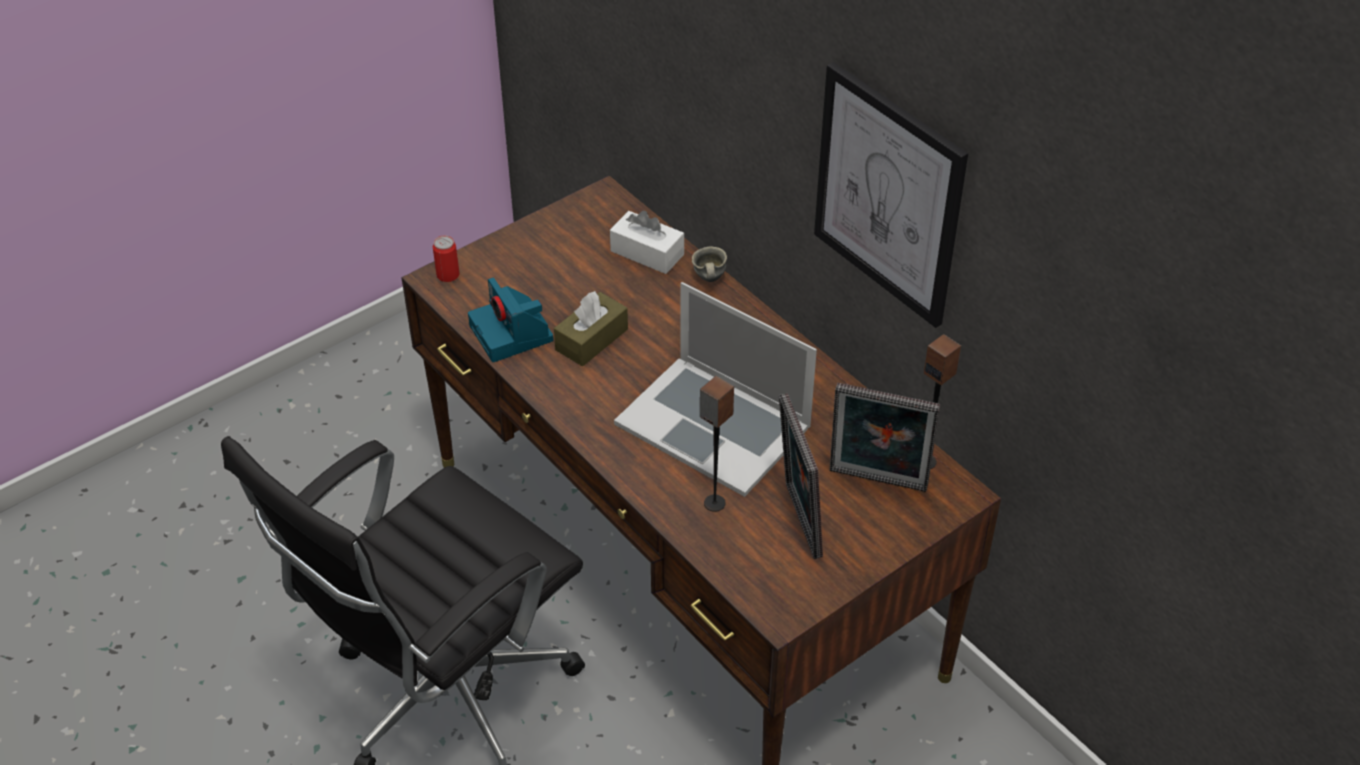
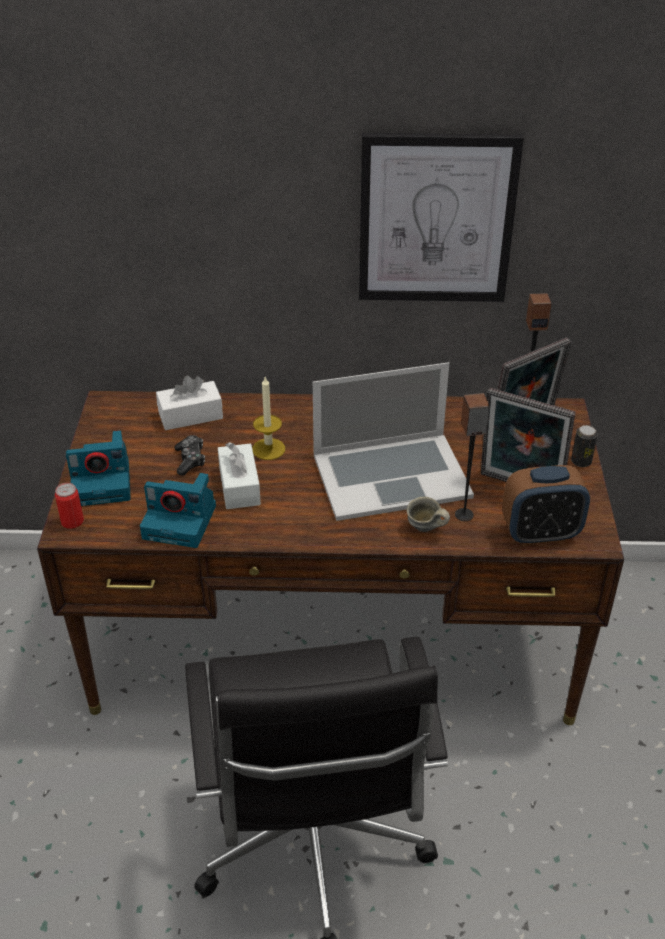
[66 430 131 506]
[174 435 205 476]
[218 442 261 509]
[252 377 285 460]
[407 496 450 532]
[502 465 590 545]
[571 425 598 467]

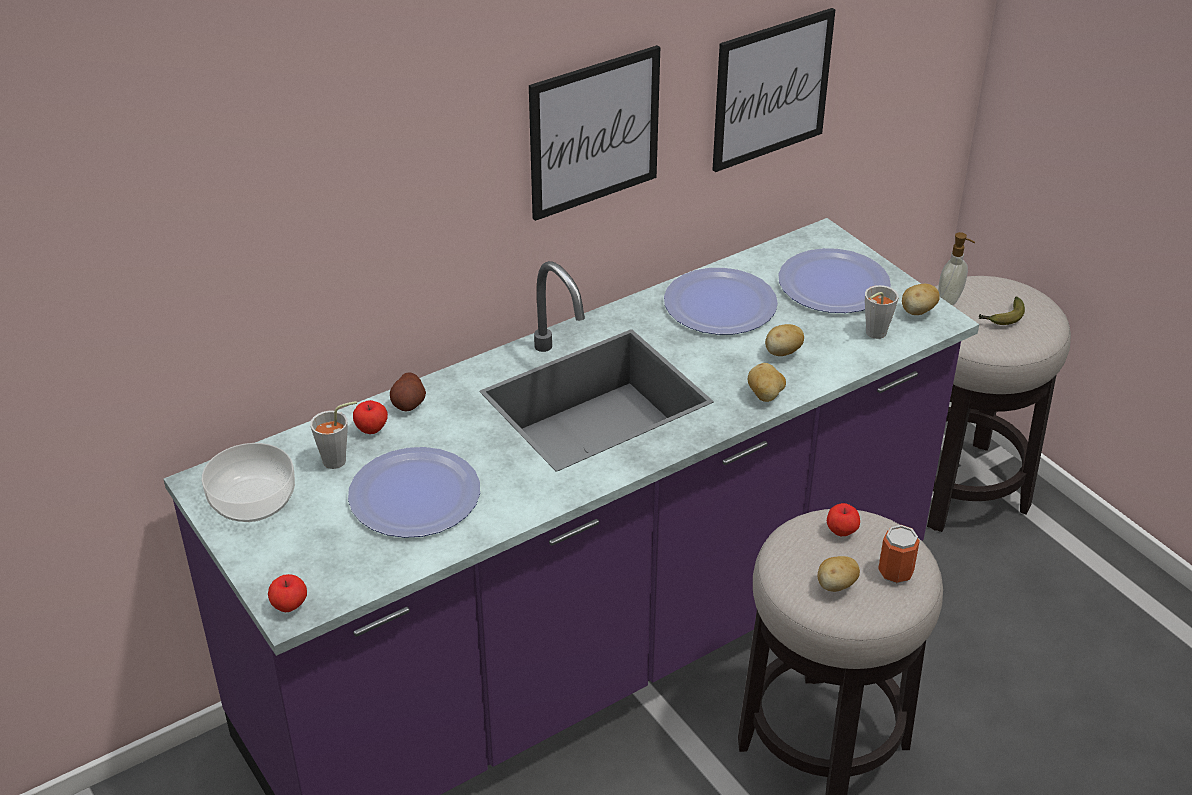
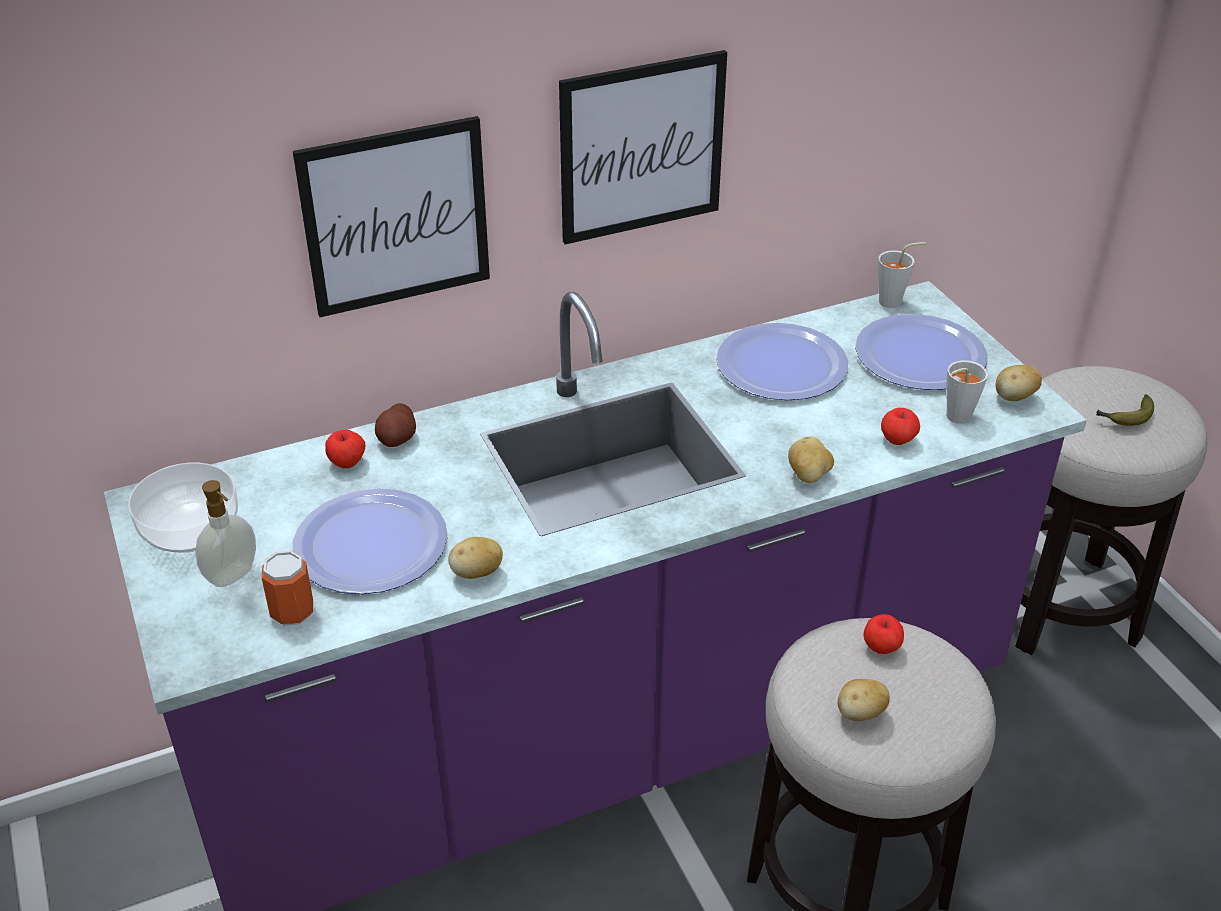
[195 480 256 587]
[262 550 313 626]
[293 116 490 317]
[448 537 503 579]
[878 242 926 308]
[881 408 920 445]

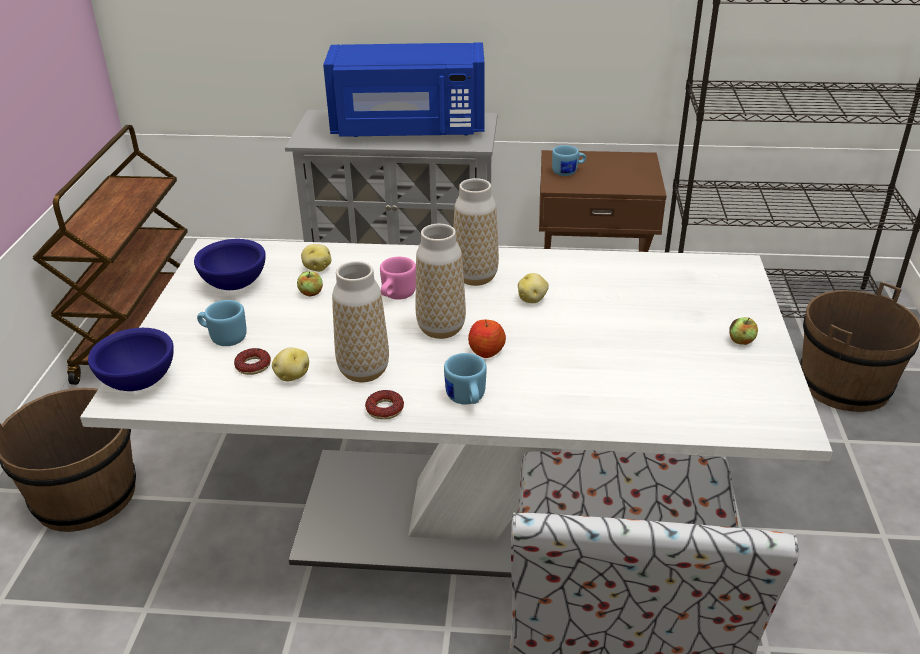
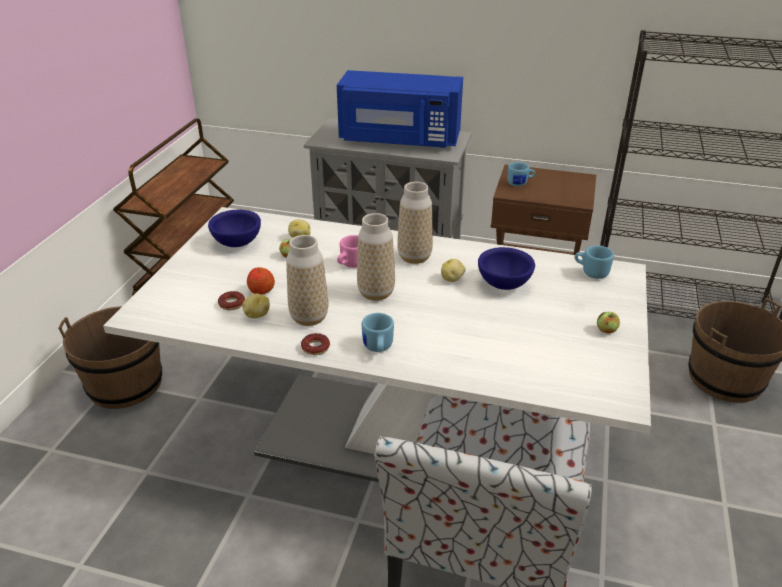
[247 267 275 295]
[478 247 535 290]
[575 245 614 279]

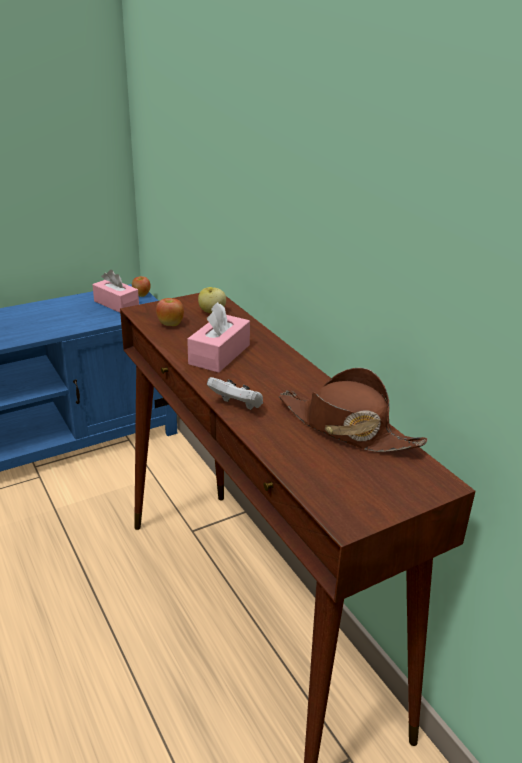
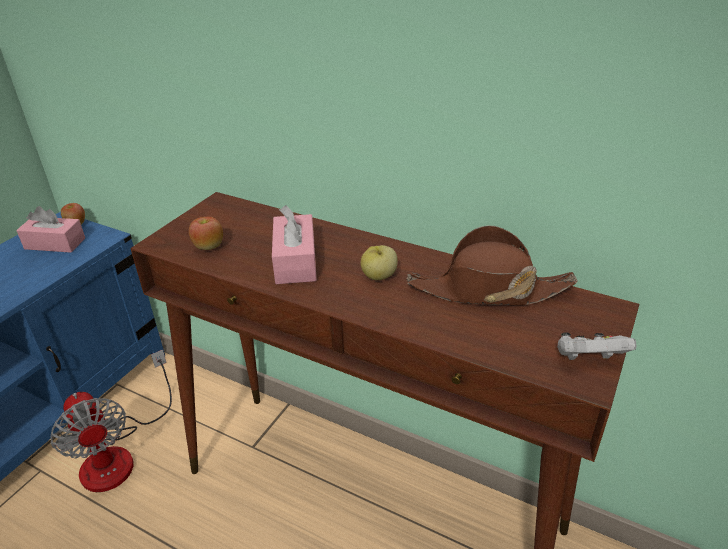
[51 350 172 492]
[360 245 398 280]
[557 333 636 360]

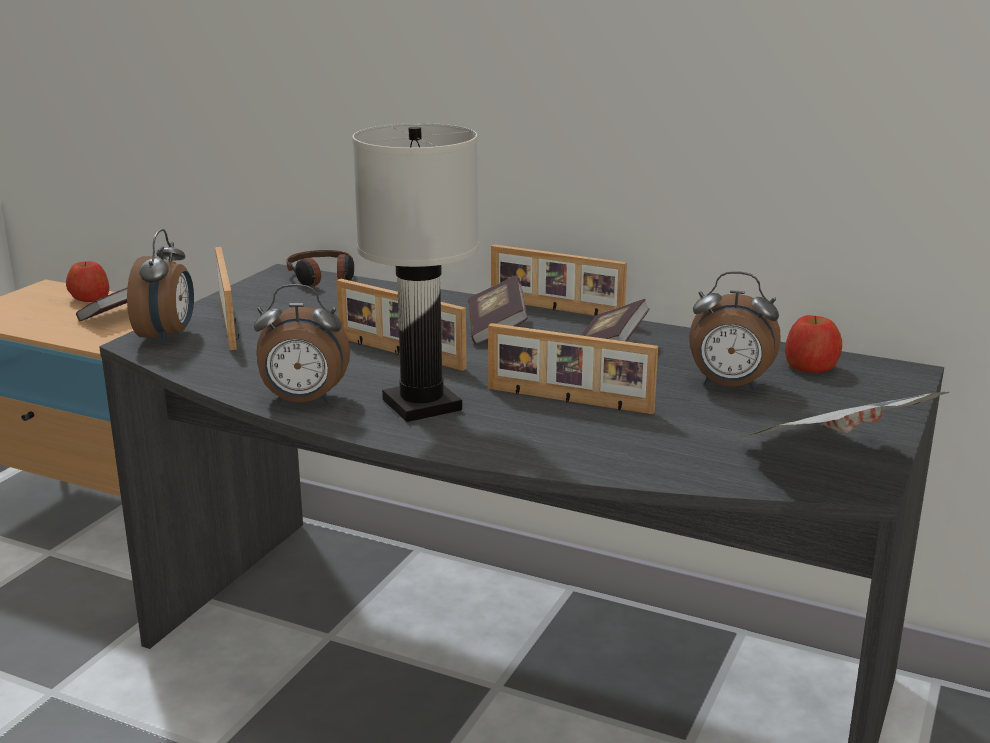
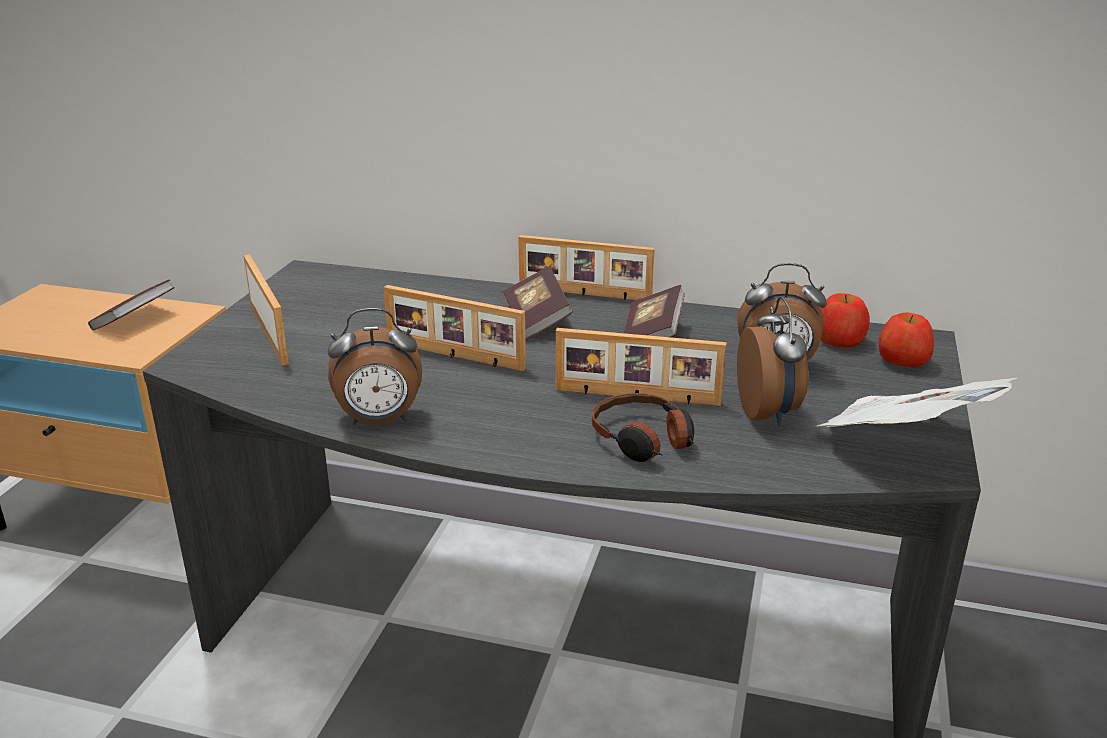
[592 393 694 462]
[737 296 808 425]
[879 312 934 367]
[352 123 479 422] (first image)

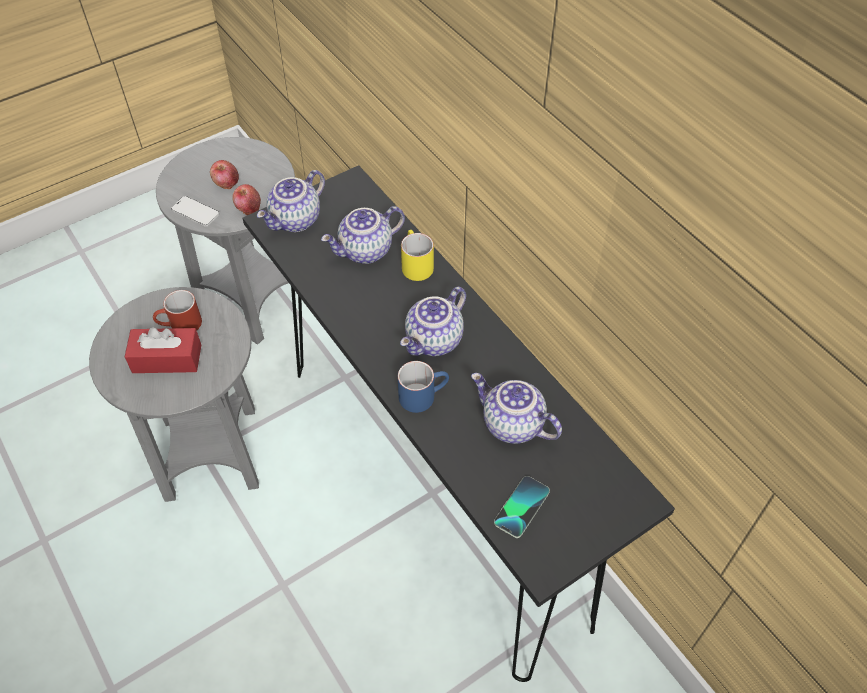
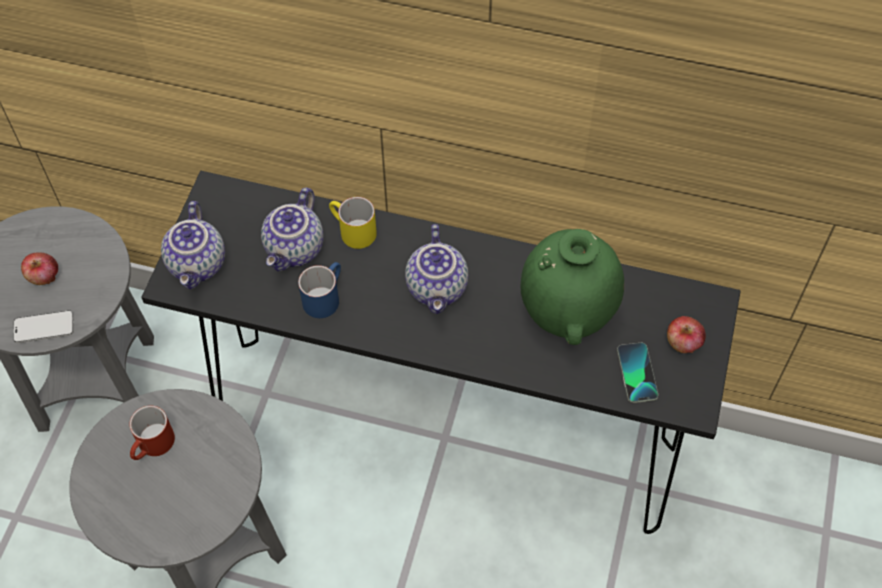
[298 262 341 318]
[521 229 624 345]
[667 316 706 353]
[124 327 201 373] (first image)

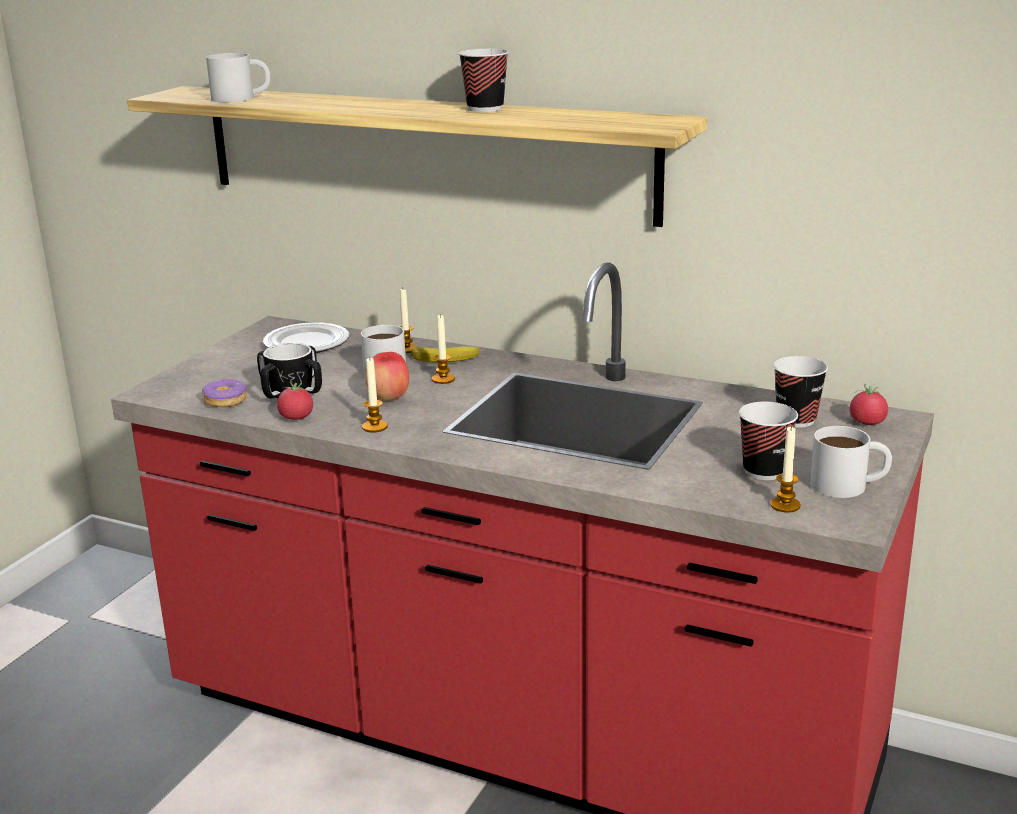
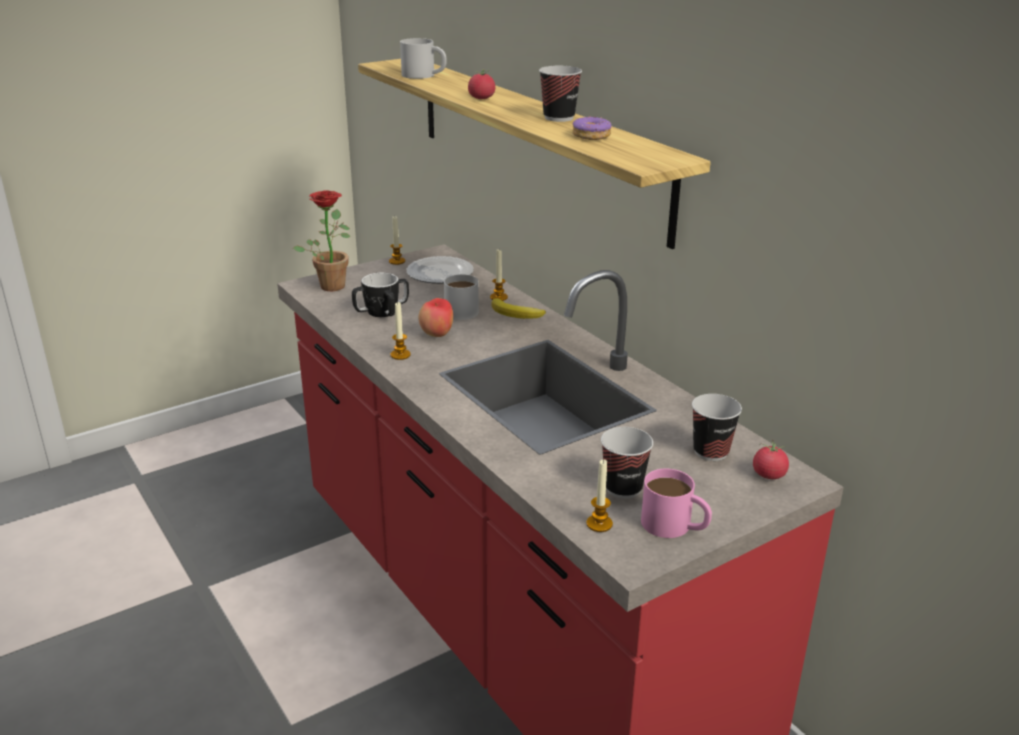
[293 190 351 291]
[389 216 405 265]
[468 68 495 99]
[572 116 611 140]
[641 469 712 538]

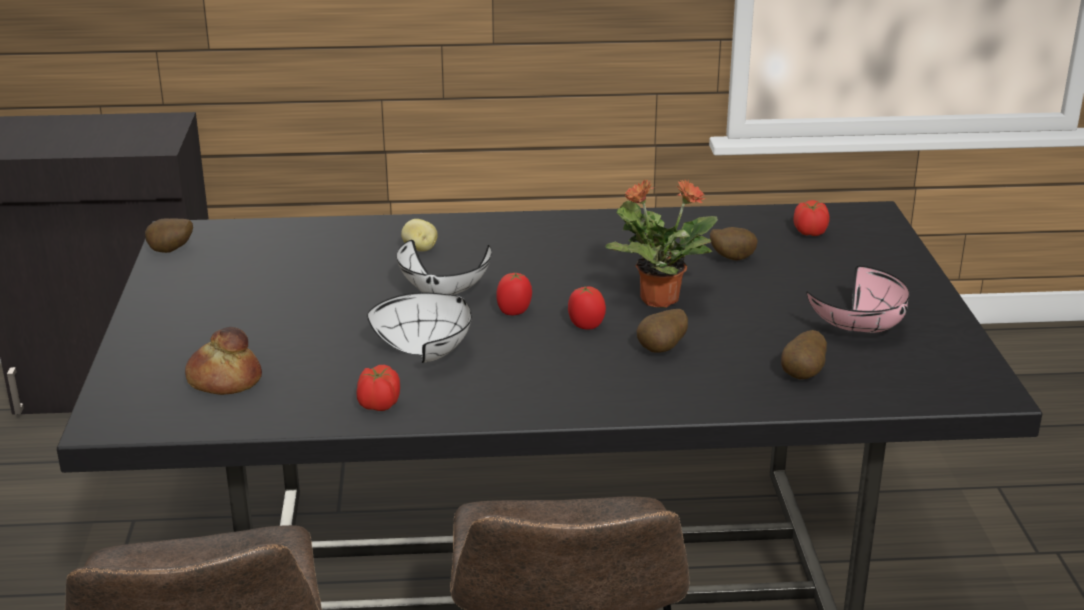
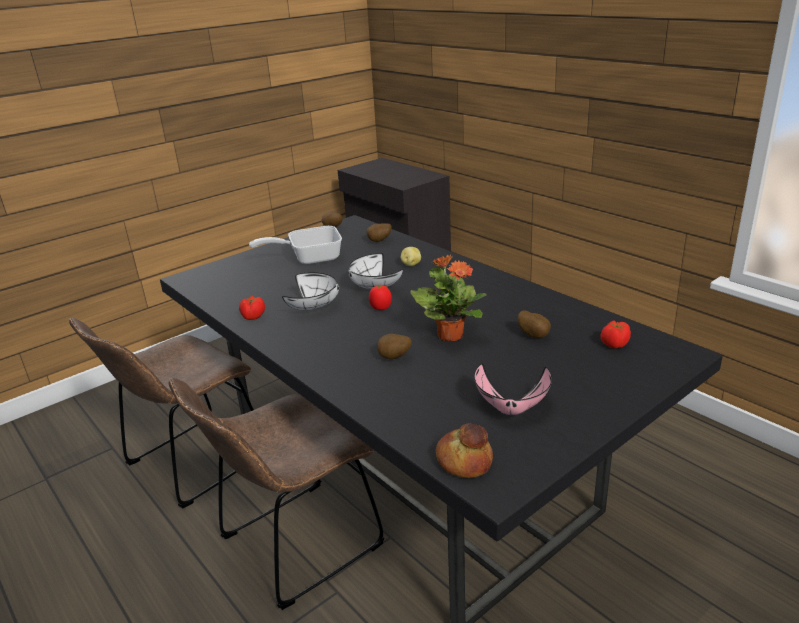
[249 226 342 265]
[366 224 391 242]
[436 424 493 478]
[568 287 606 330] (first image)

